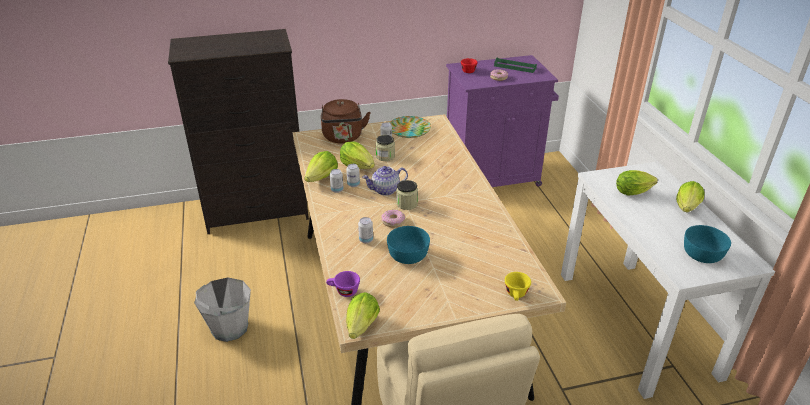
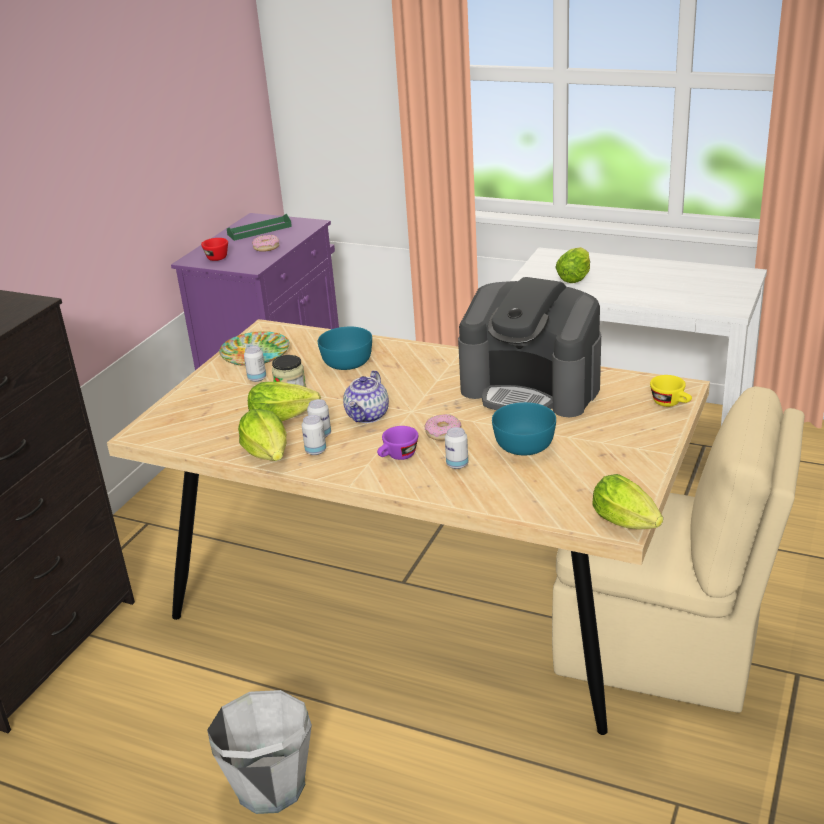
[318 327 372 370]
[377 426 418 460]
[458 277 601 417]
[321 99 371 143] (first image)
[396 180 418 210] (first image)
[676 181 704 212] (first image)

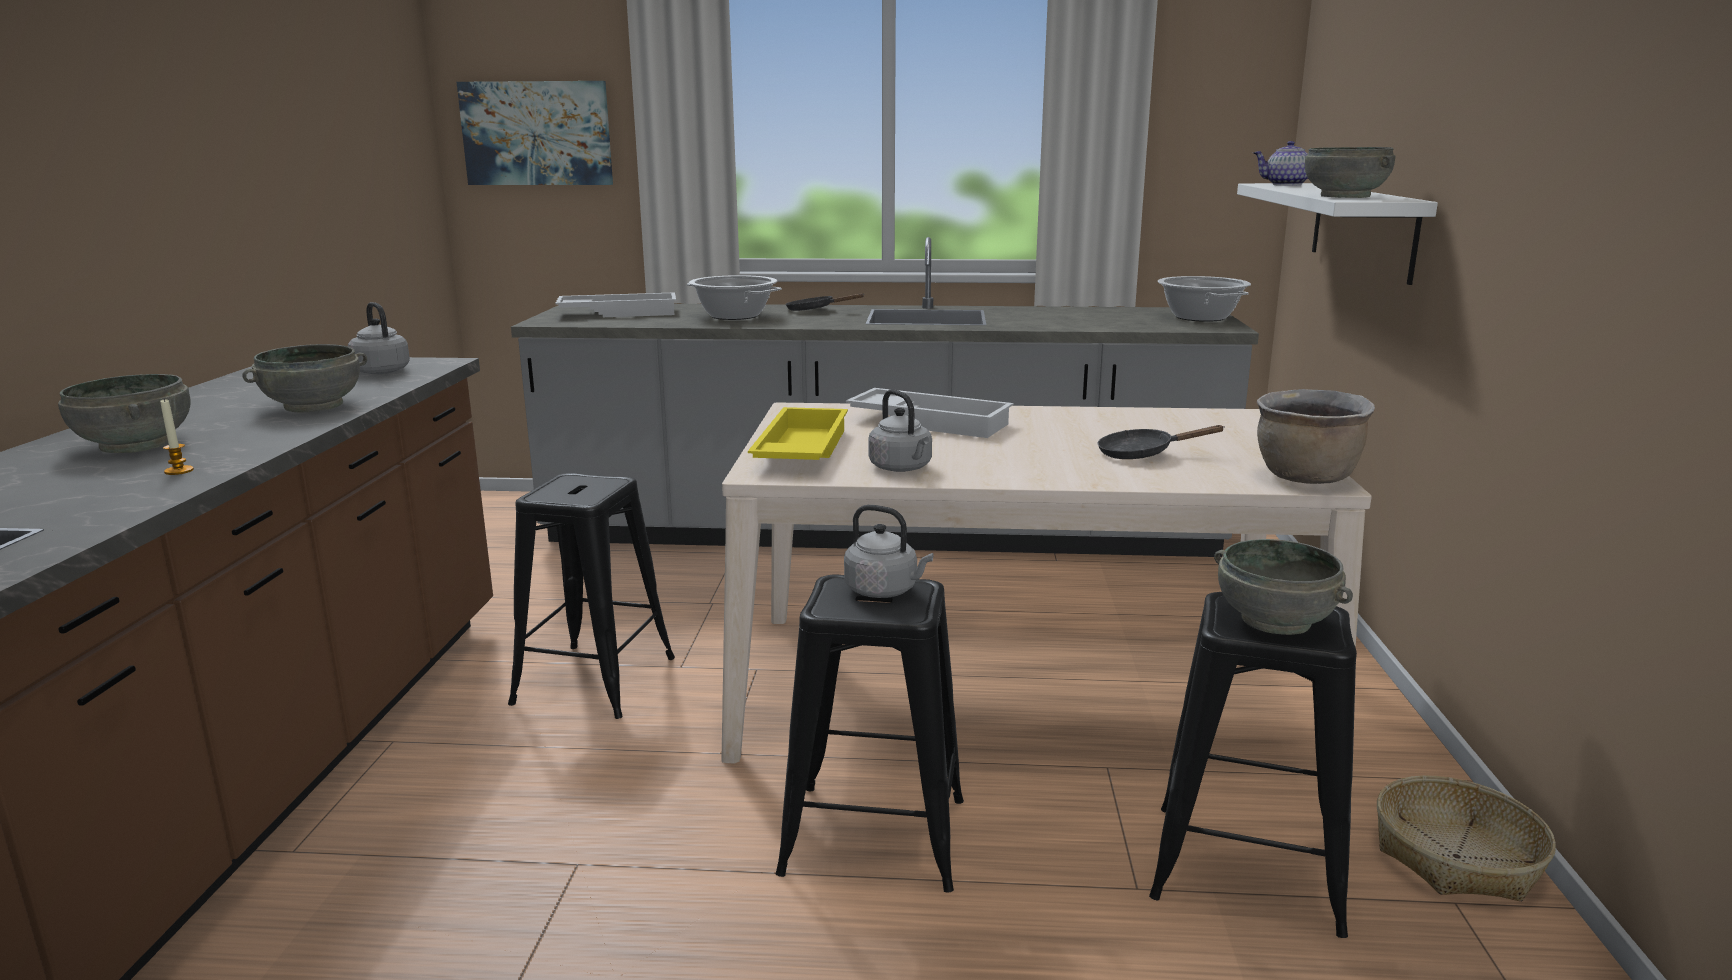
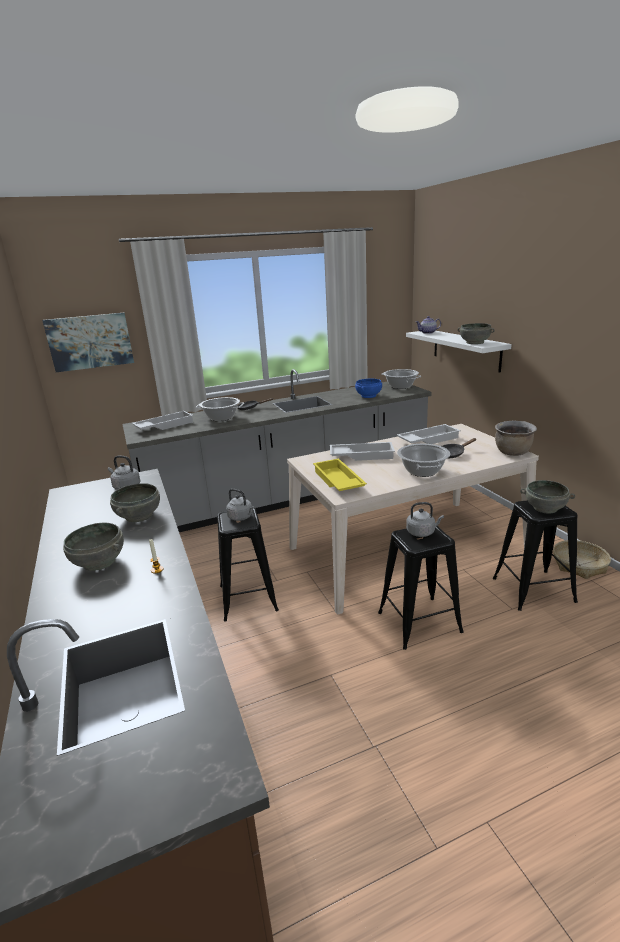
[226 489 254 521]
[355 379 382 398]
[397 424 461 444]
[397 444 450 477]

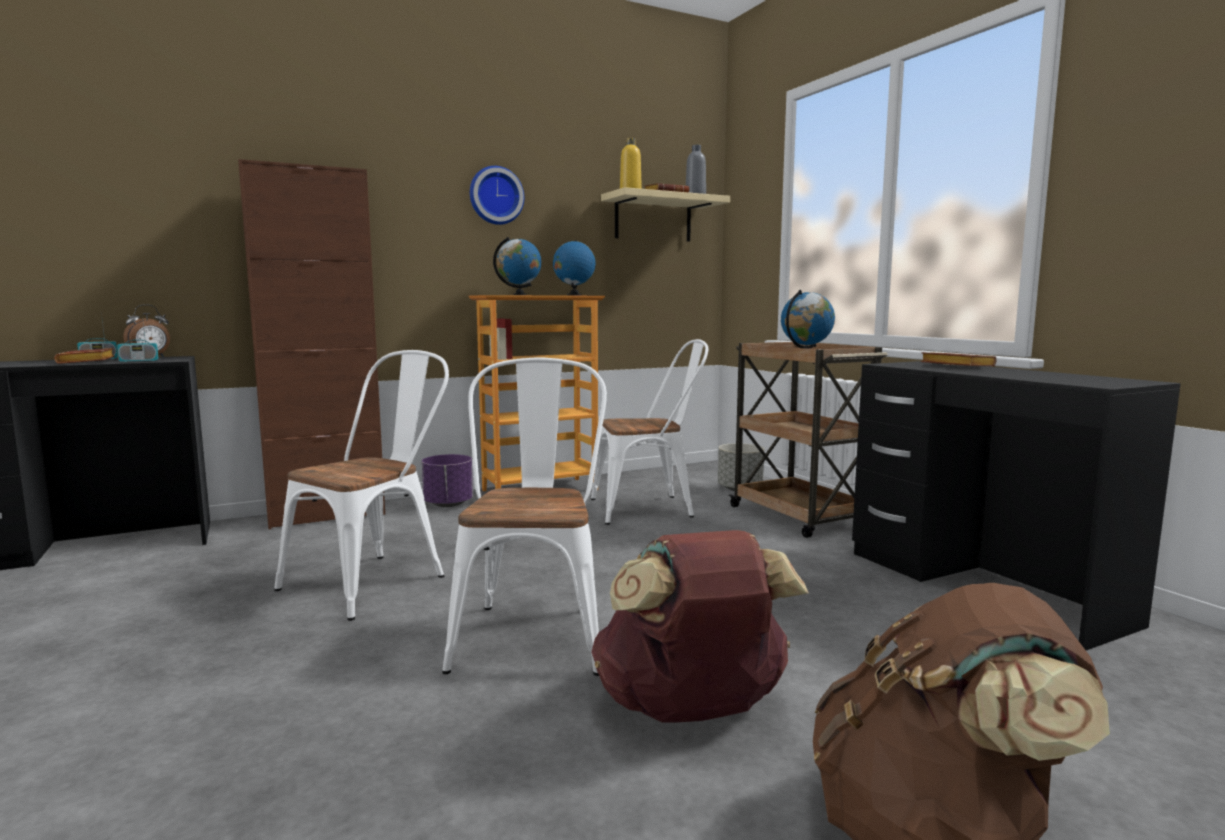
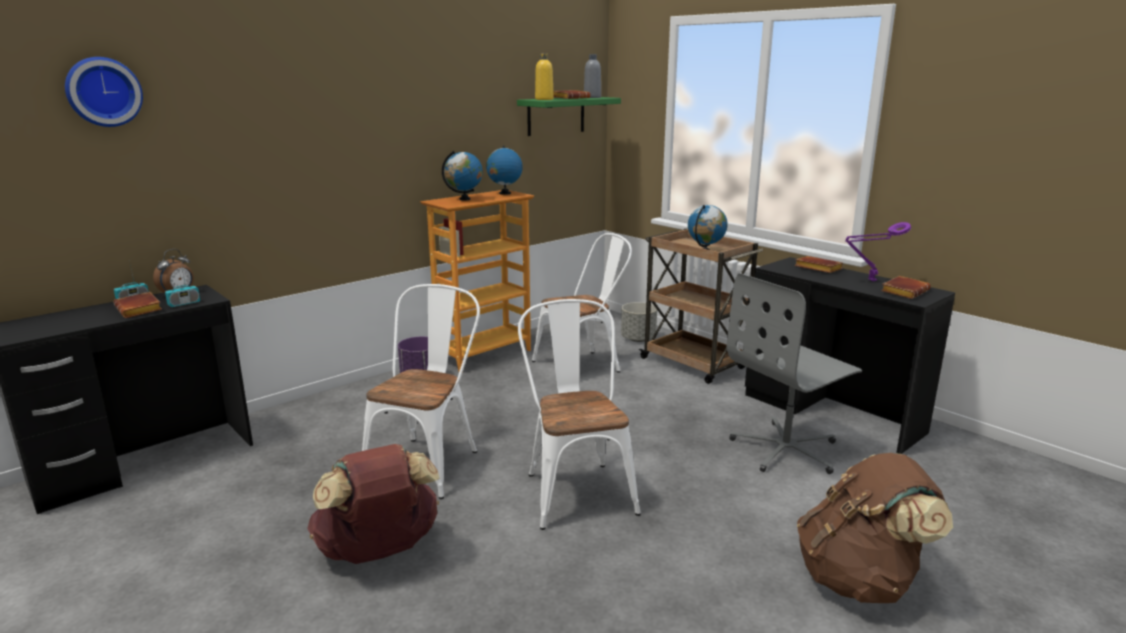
[65 57 143 127]
[307 444 440 564]
[517 97 621 136]
[727 273 862 474]
[845 222 911 281]
[881 276 930 299]
[238 159 385 529] (first image)

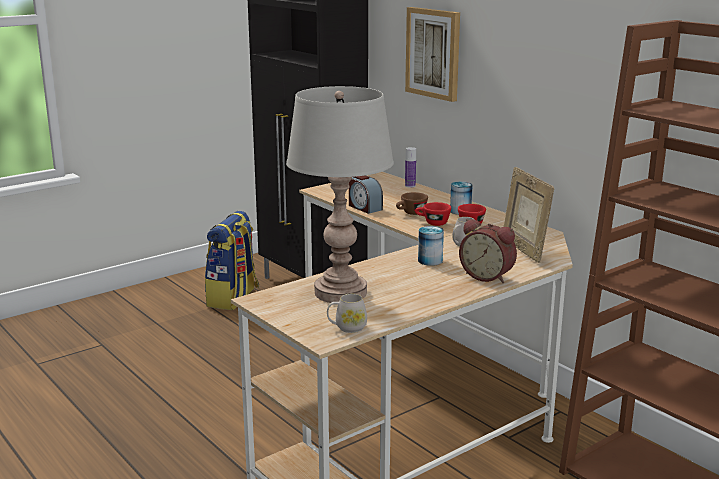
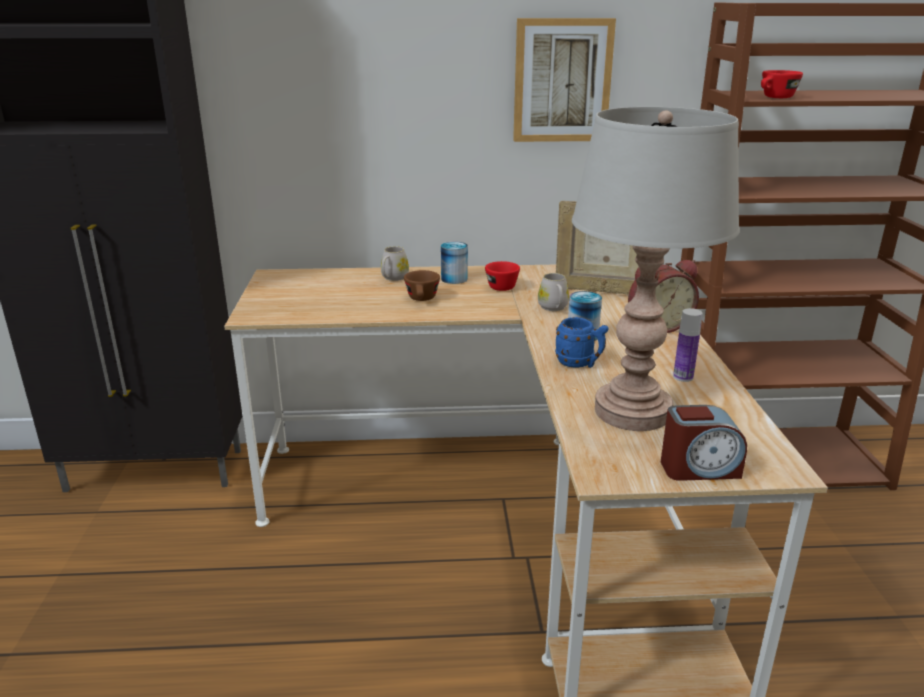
[381 246 409 281]
[513 18 616 142]
[555 317 608 368]
[661 405 747 481]
[673 308 702 382]
[761 70 803 98]
[205 211 260 310] (first image)

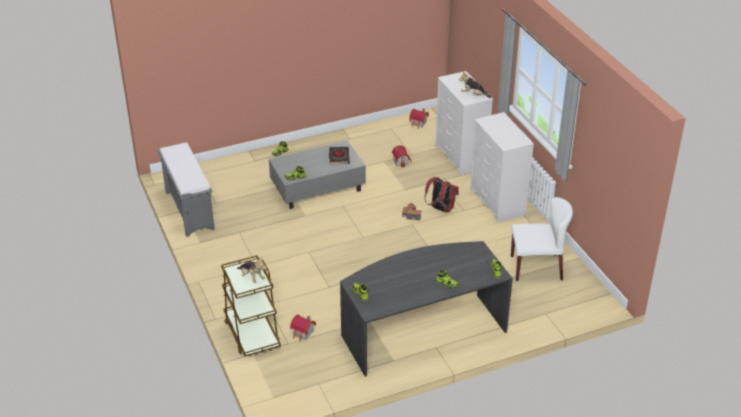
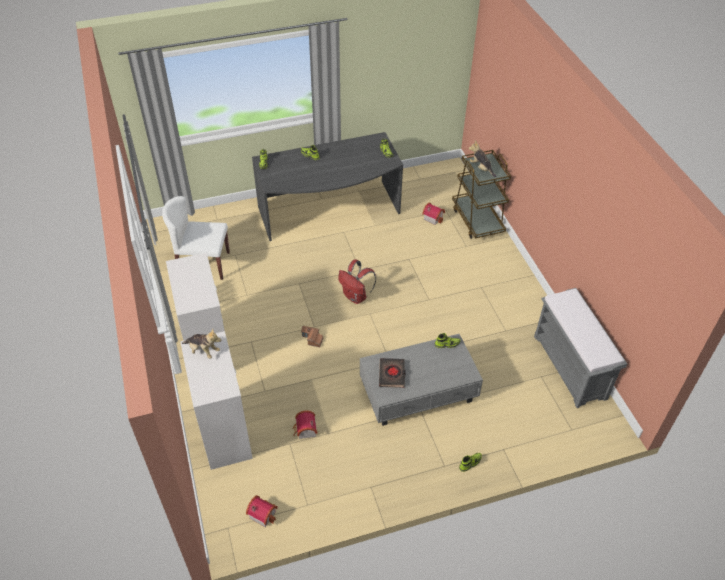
[338 259 376 304]

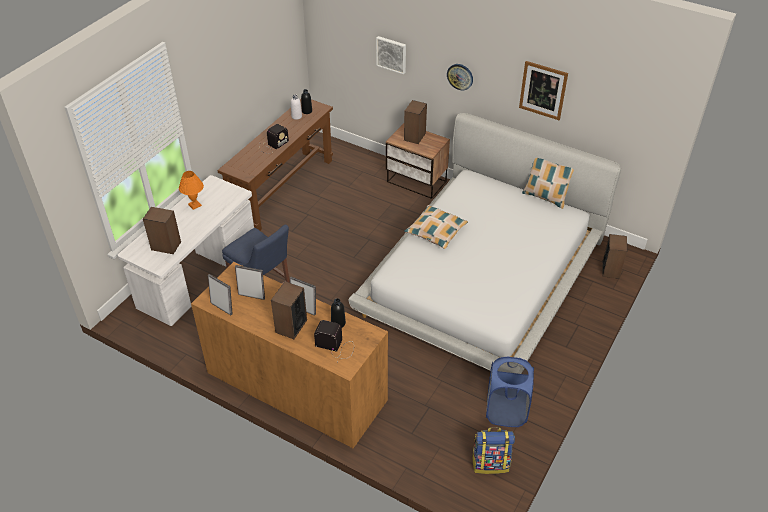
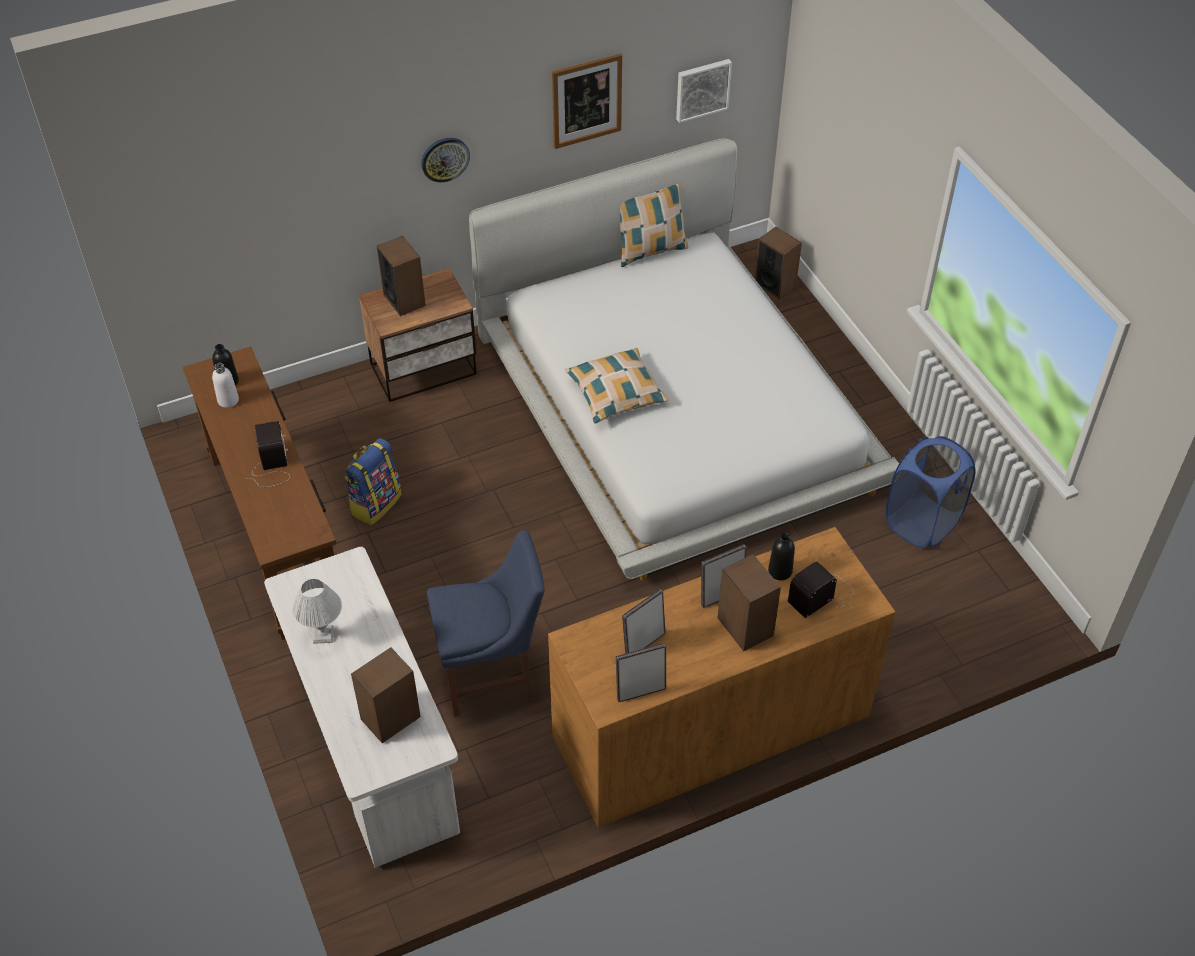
[292 579 342 644]
[344 438 402 525]
[676 59 732 123]

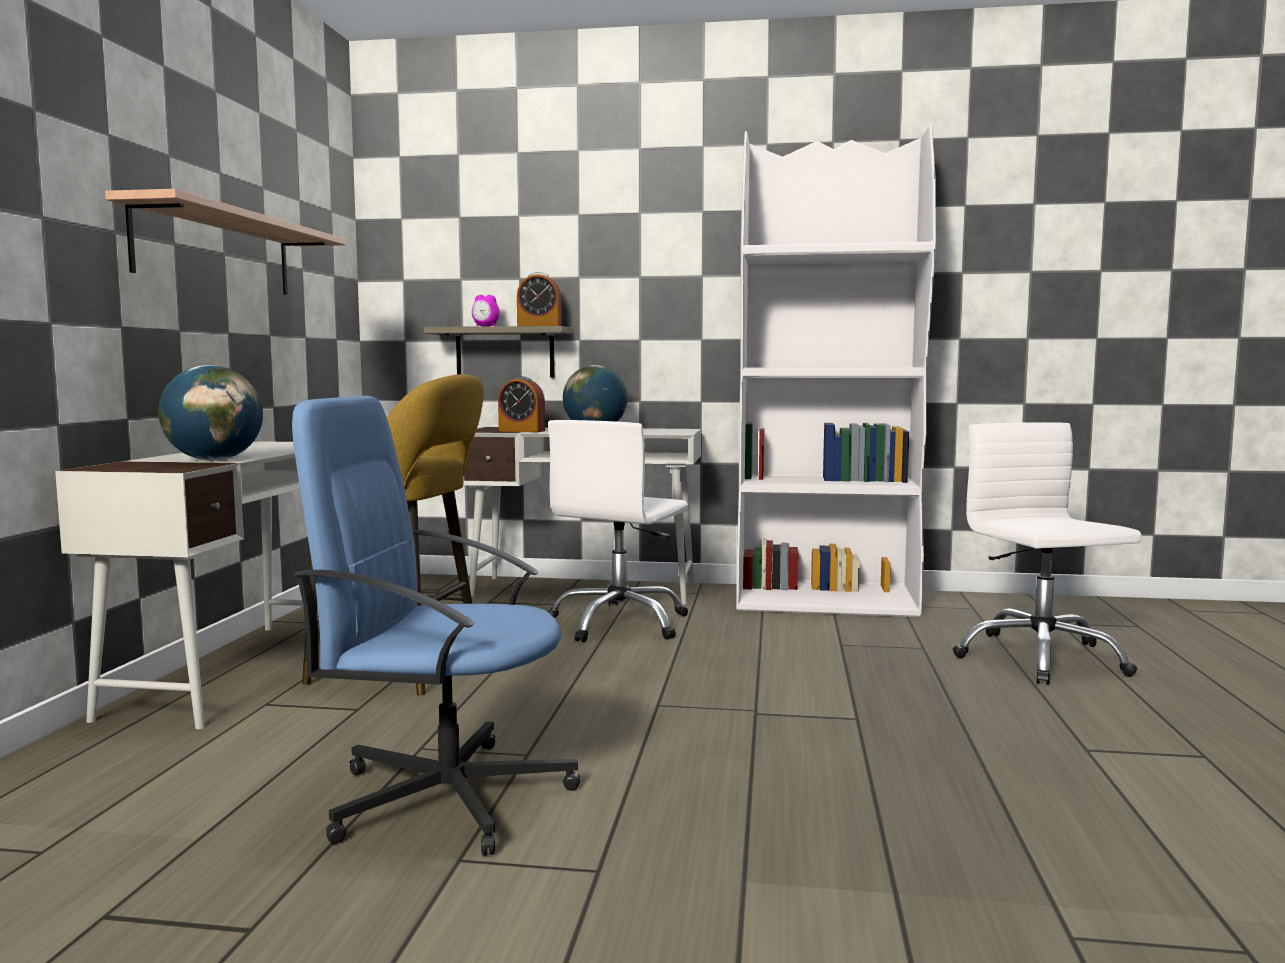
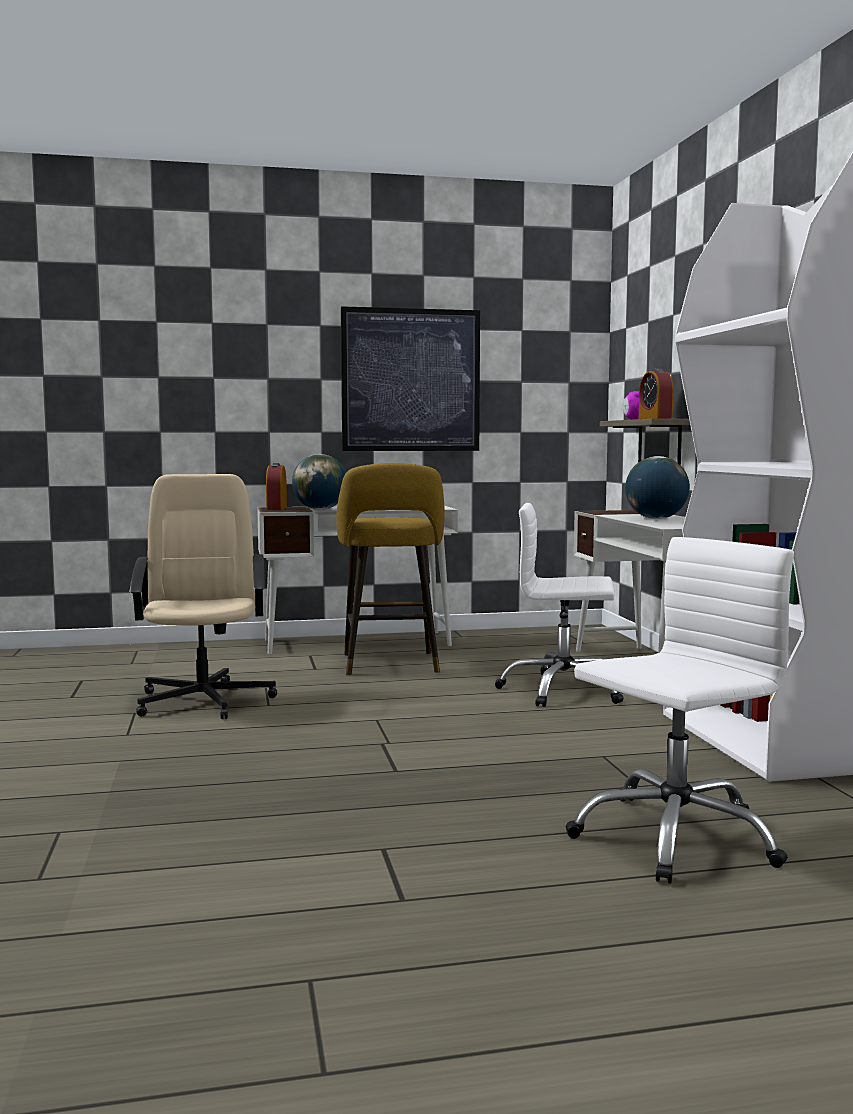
[130 474 277 719]
[266 463 287 510]
[341 306 480 451]

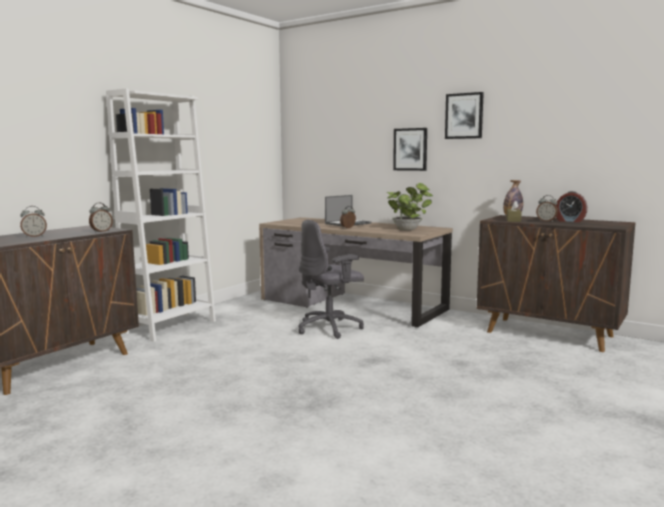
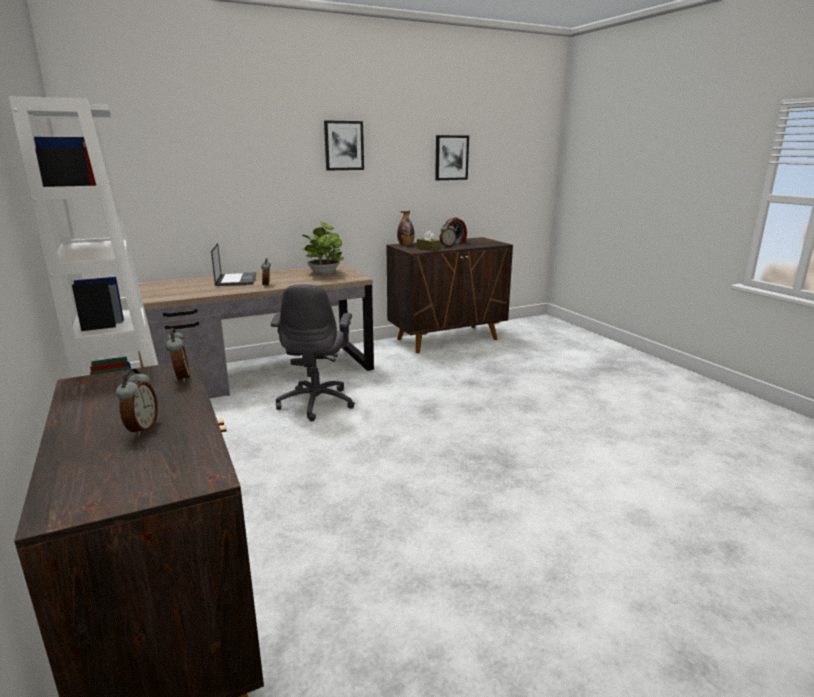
[435 135 469 180]

